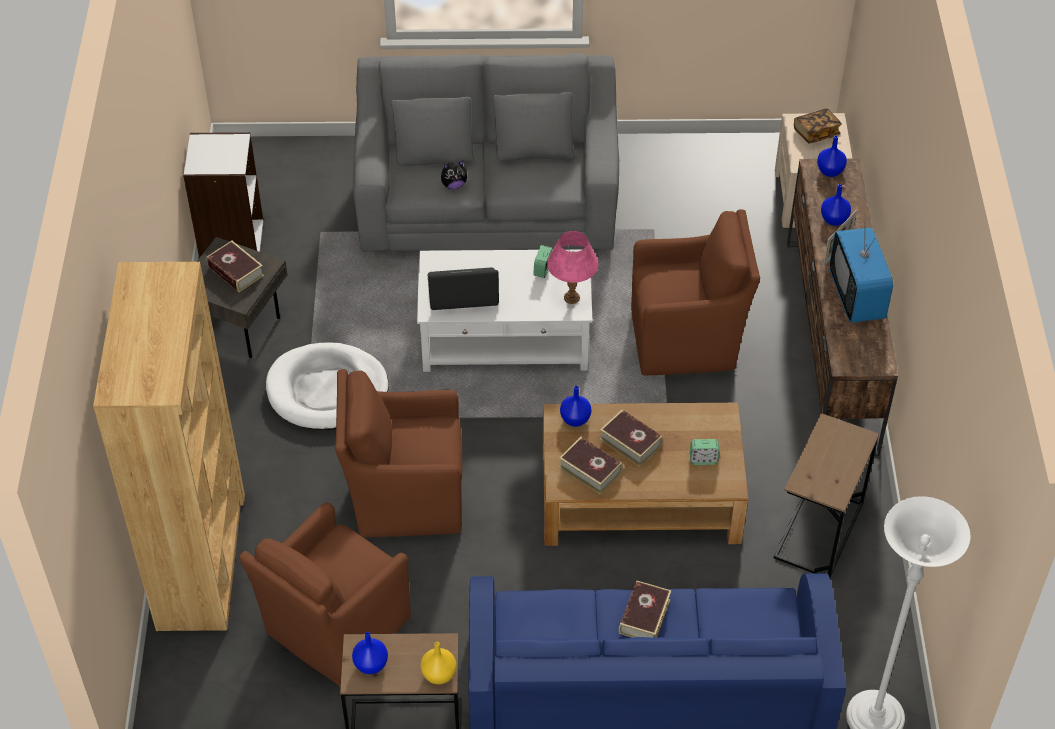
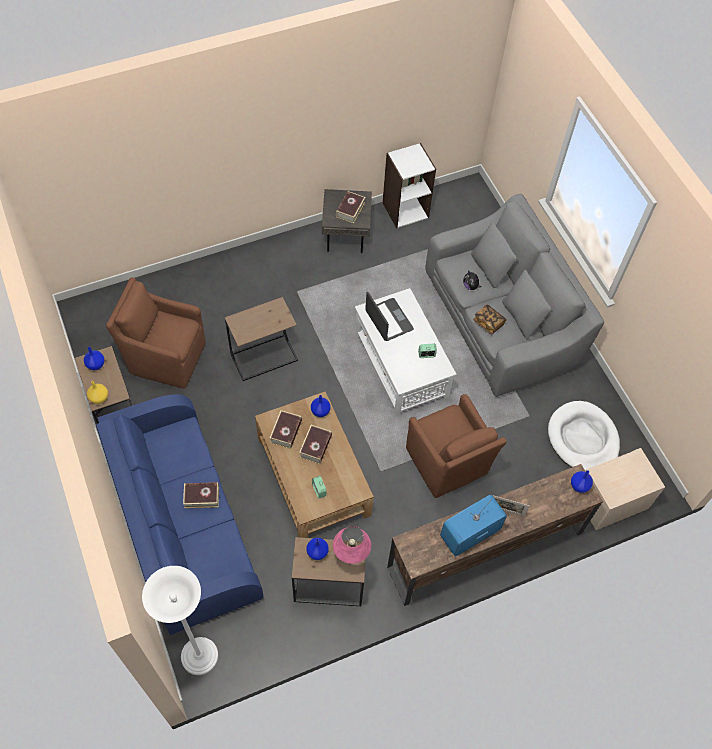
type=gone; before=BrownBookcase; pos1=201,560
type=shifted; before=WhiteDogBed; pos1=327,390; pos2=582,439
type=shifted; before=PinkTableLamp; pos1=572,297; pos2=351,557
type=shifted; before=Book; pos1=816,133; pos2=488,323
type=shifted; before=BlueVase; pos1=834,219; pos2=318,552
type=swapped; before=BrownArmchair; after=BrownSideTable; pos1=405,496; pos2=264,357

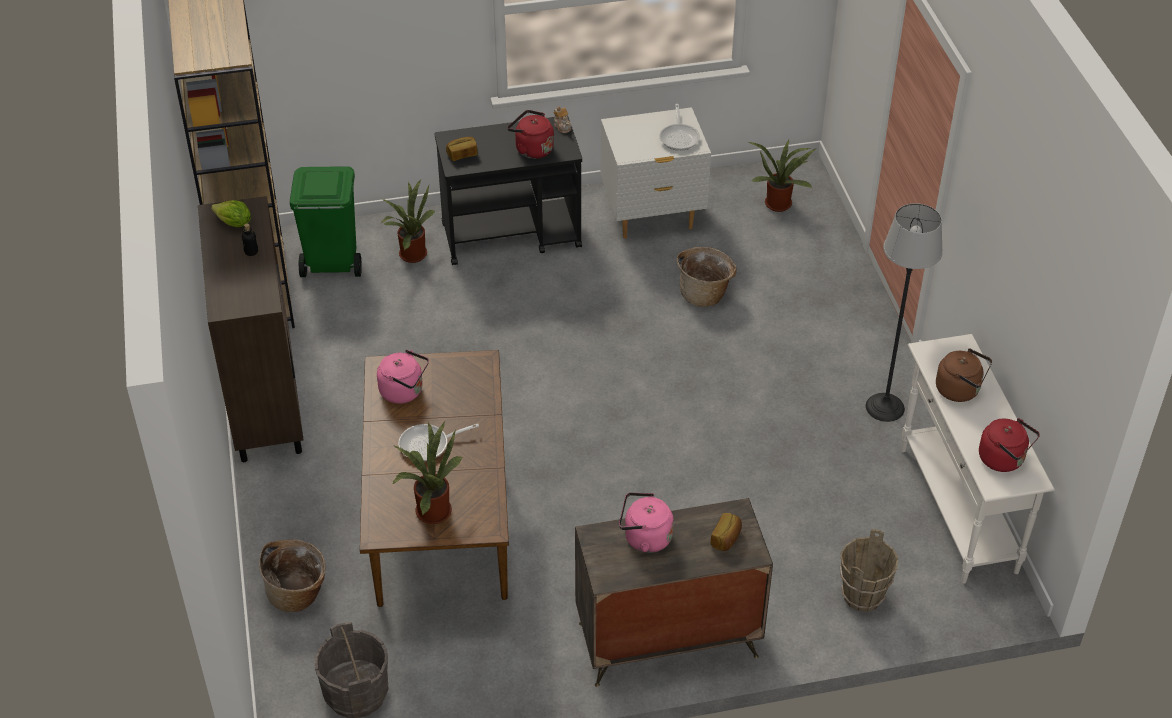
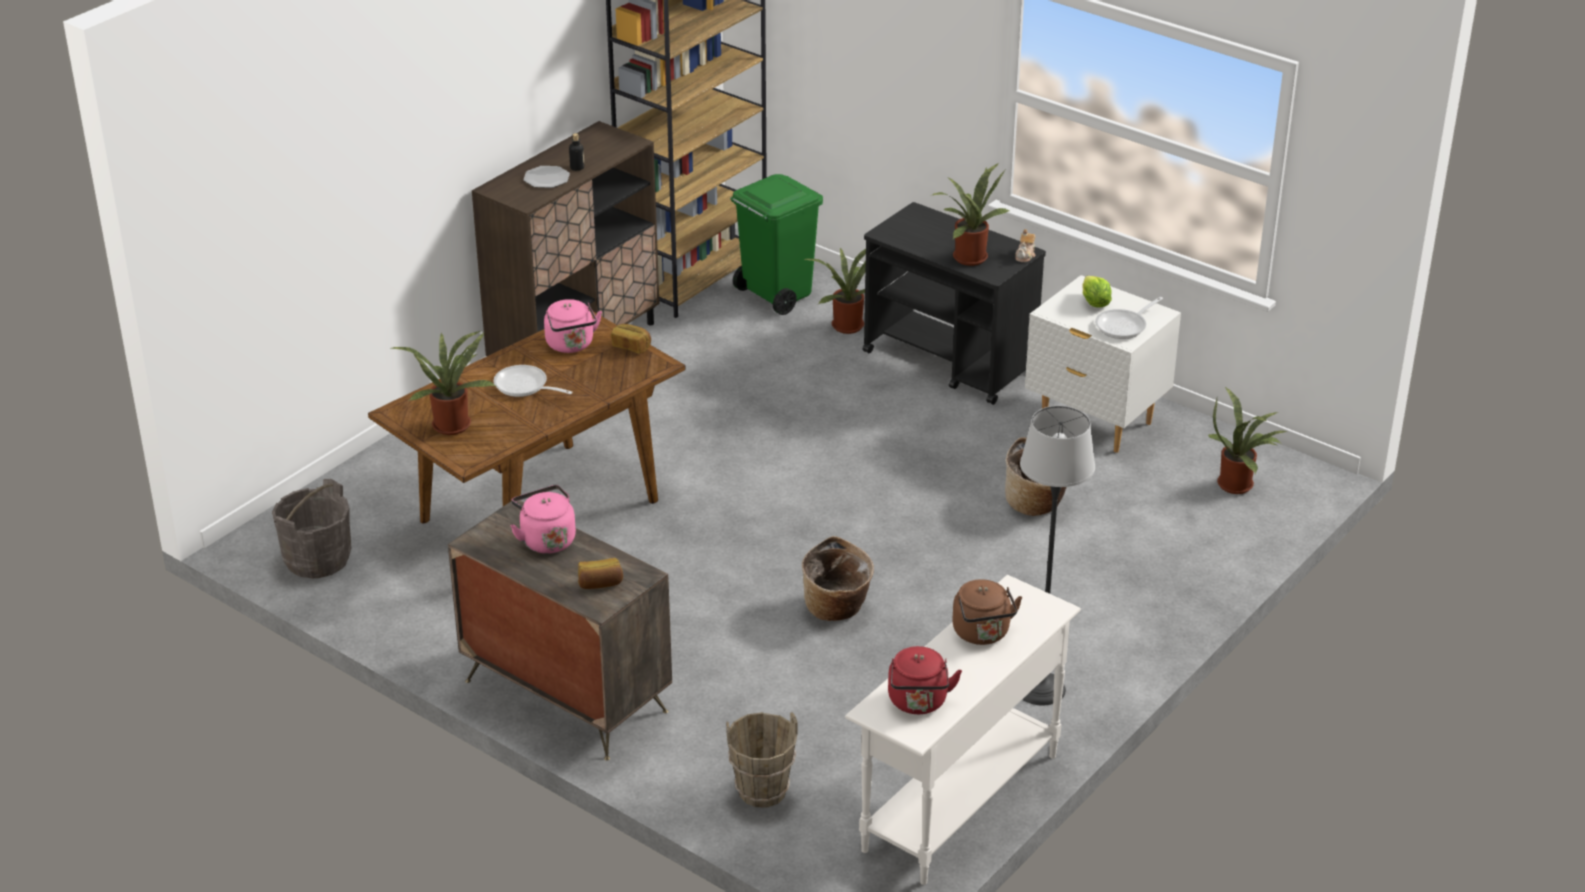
type=new; after=Plate; pos2=546,178
type=shifted; before=Lettuce; pos1=234,223; pos2=1094,303
type=shifted; before=Basket; pos1=298,594; pos2=837,608
type=shifted; before=Bread; pos1=462,154; pos2=631,346
type=swapped; before=RedKettle; after=PottedPlant; pos1=532,149; pos2=968,256

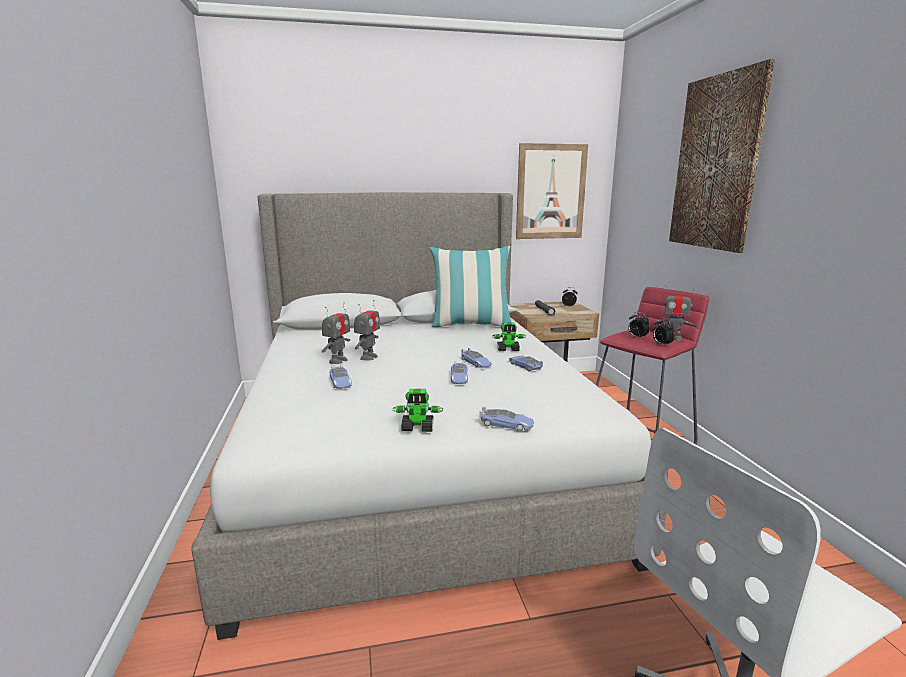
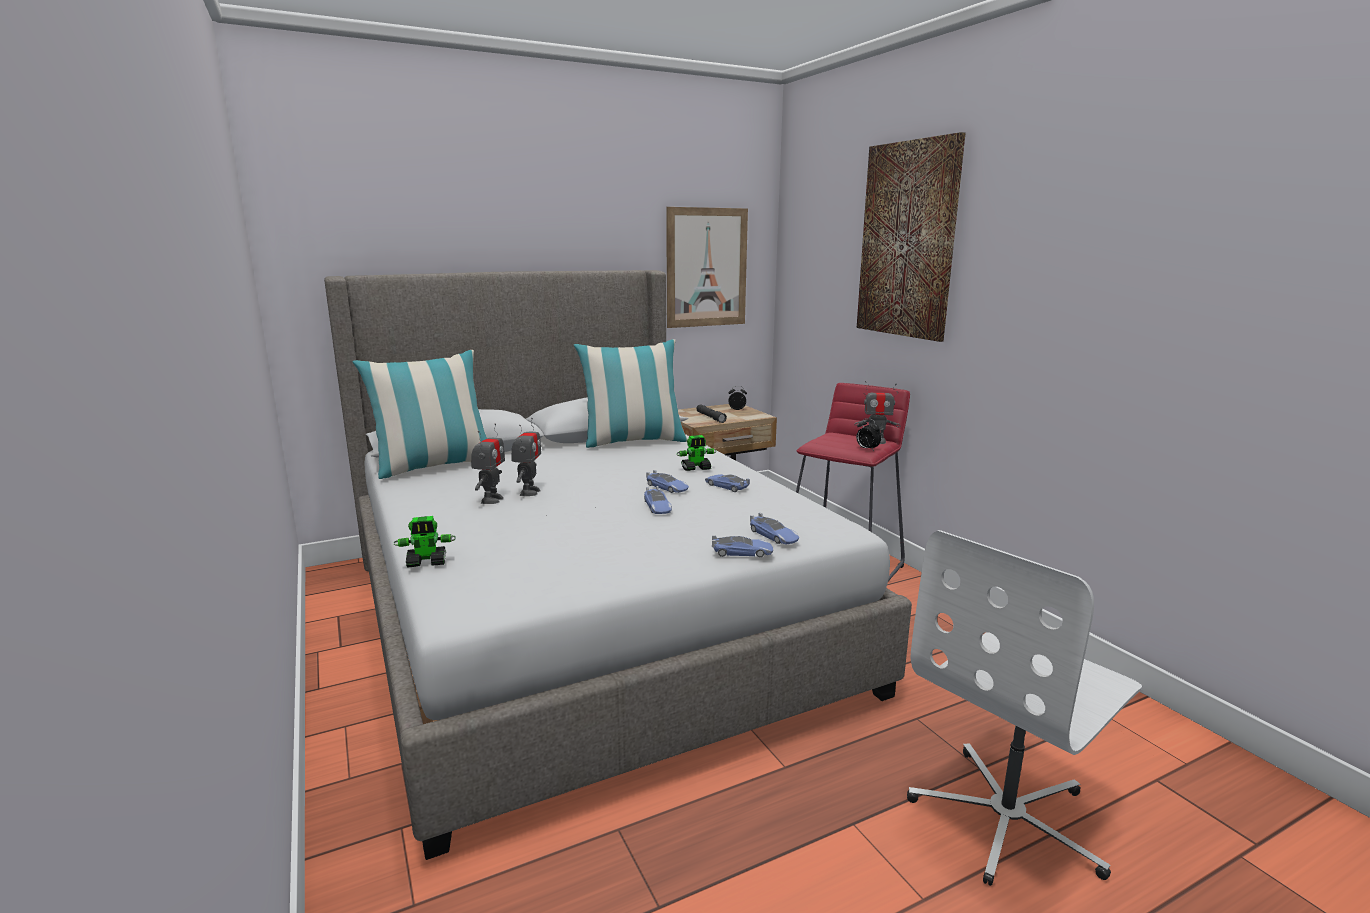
type=gone; before=AlarmClock; pos1=637,337
type=new; after=Pillow; pos2=434,467
type=shifted; before=ToyCar; pos1=340,382; pos2=773,536
type=shifted; before=ToyRobot; pos1=418,428; pos2=427,562

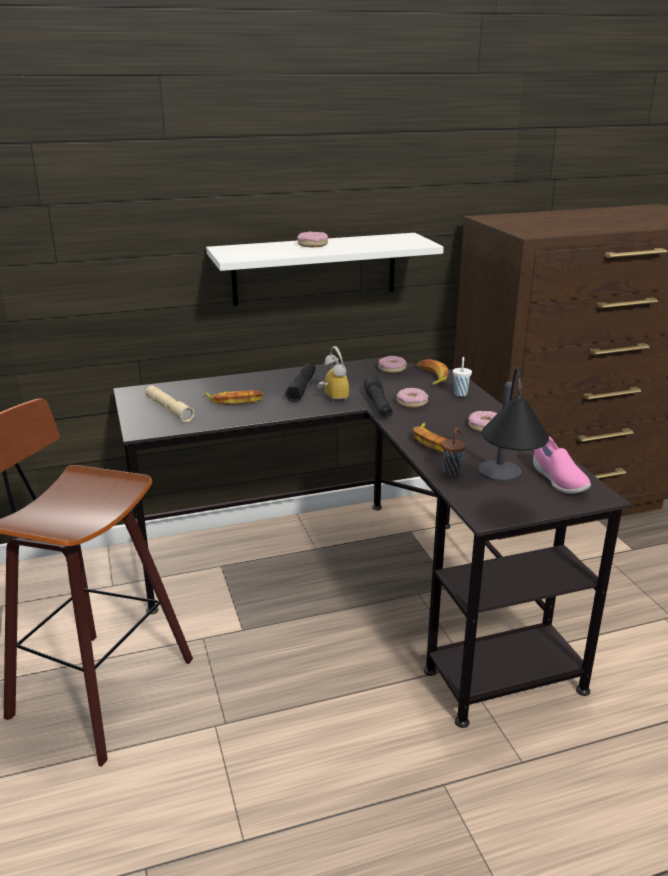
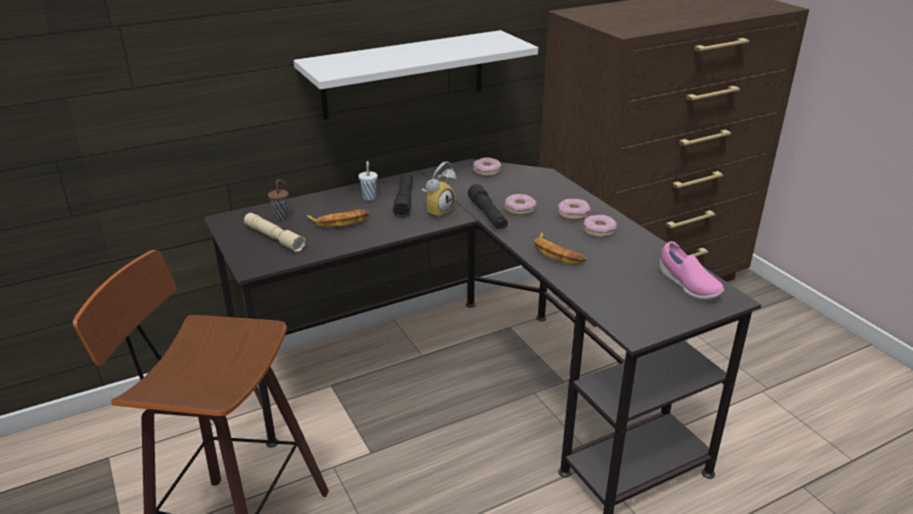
type=gone; before=Banana; pos1=431,376
type=gone; before=TableLamp; pos1=504,493
type=shifted; before=Donut; pos1=312,244; pos2=573,214
type=shifted; before=BrownCup; pos1=452,471; pos2=281,217
type=shifted; before=WhiteCup; pos1=460,394; pos2=369,197
type=rotated; before=AlarmClock; pos1=331,398; pos2=438,210; turn=75

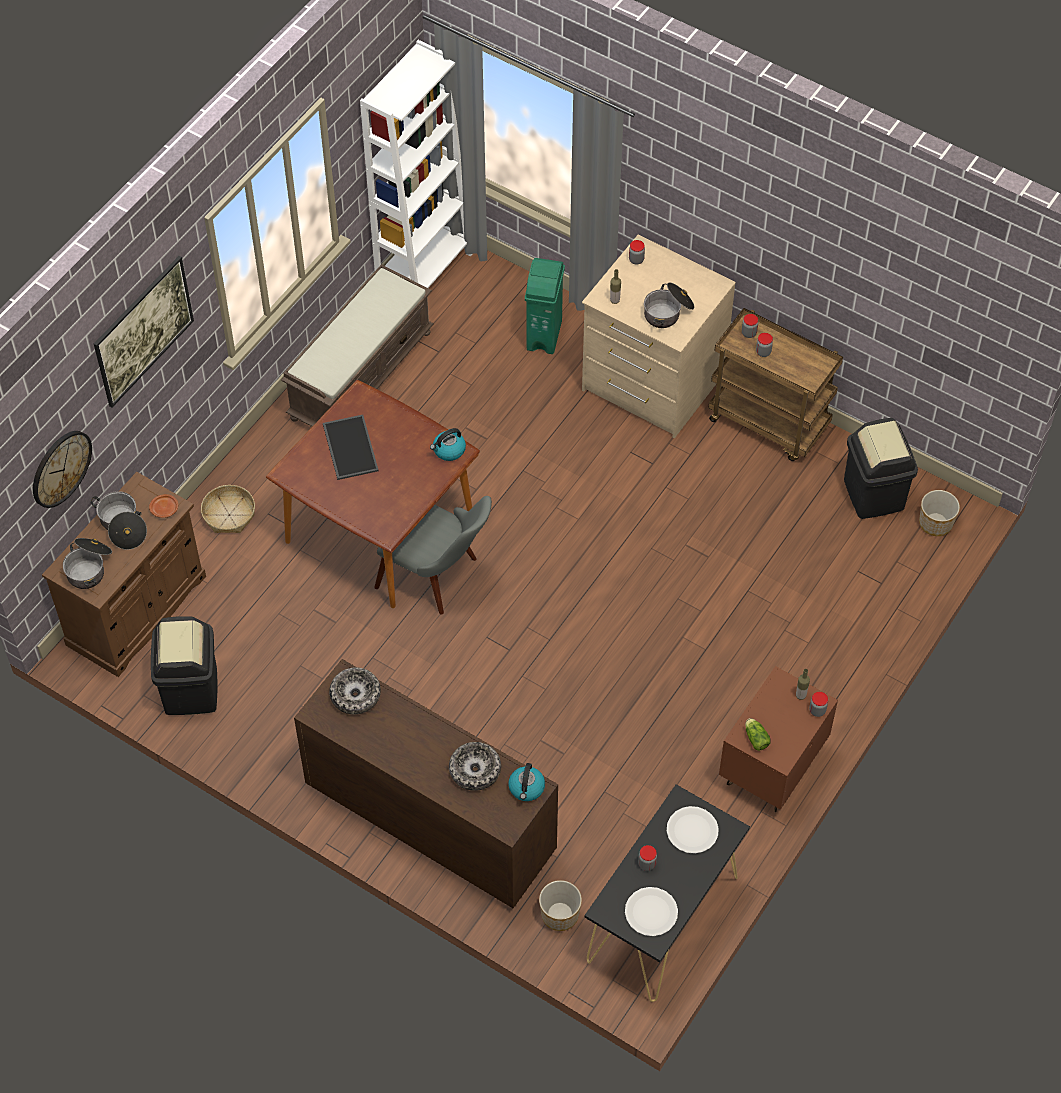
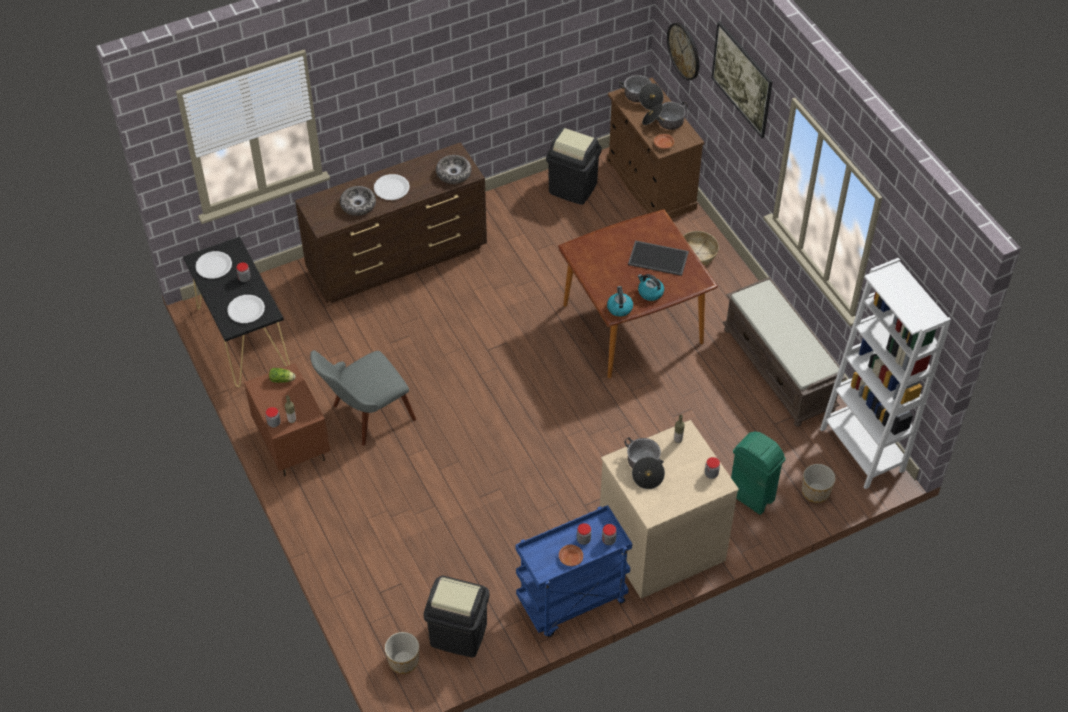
type=new; after=WhitePlate; pos2=391,188
type=new; after=BrownPlate; pos2=570,557
type=shifted; before=GreyChair; pos1=438,576; pos2=365,417
type=shifted; before=Kettle; pos1=526,788; pos2=650,292
type=shifted; before=Planter; pos1=559,914; pos2=816,492
type=repainted; before=BrownCart; after=BlueCart; pos1=769,423; pos2=572,602

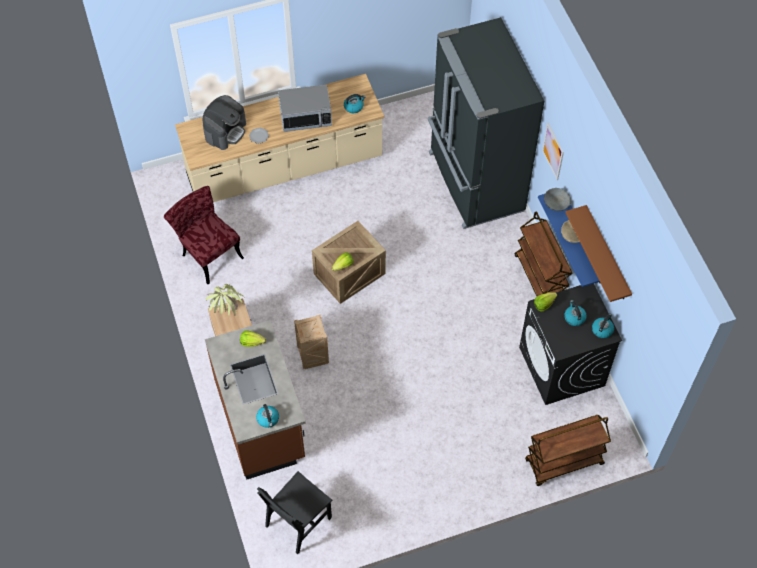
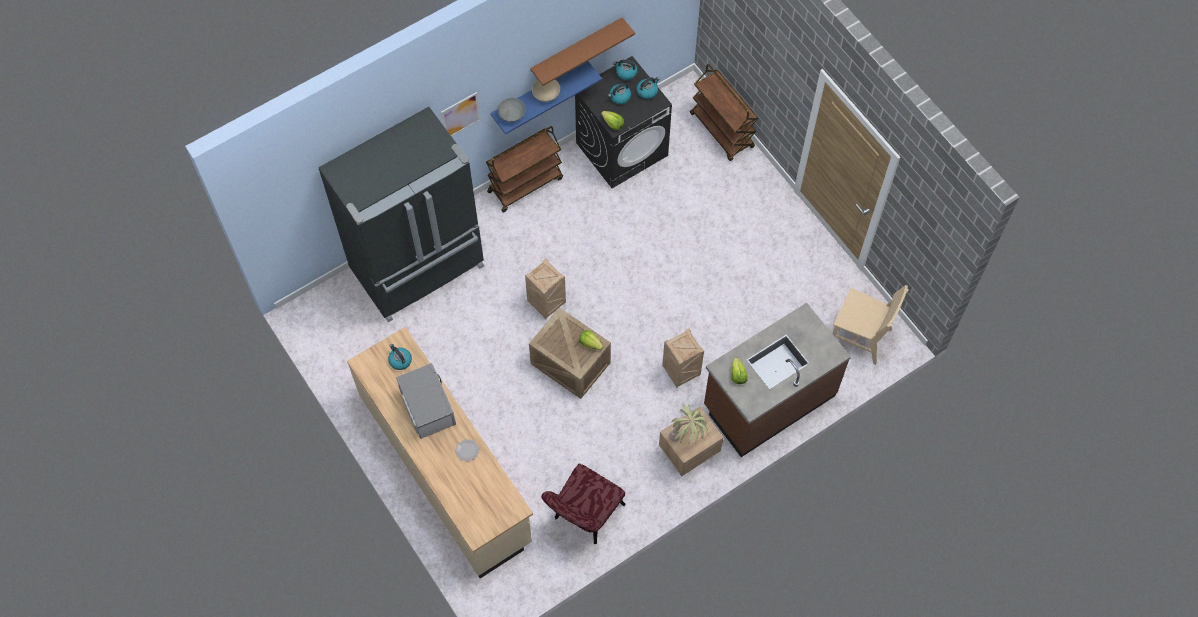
type=gone; before=CoffeeMachine; pos1=225,131
type=new; after=Crate; pos2=546,303
type=shifted; before=Kettle; pos1=268,419; pos2=647,91
type=repainted; before=BlackChair; after=BeigeChair; pos1=298,522; pos2=860,337

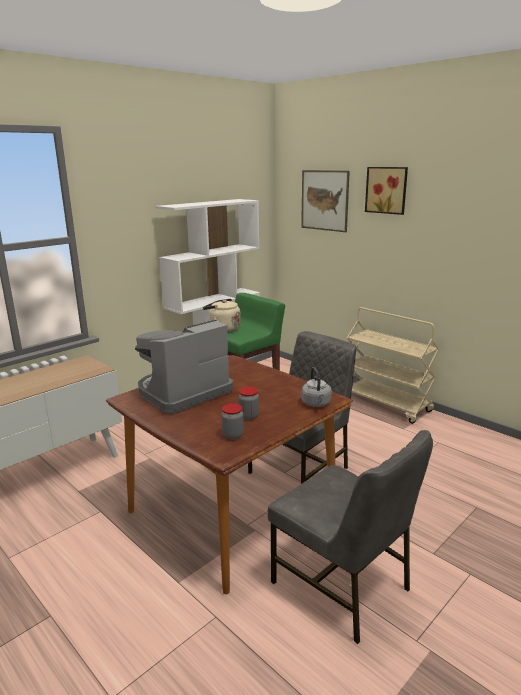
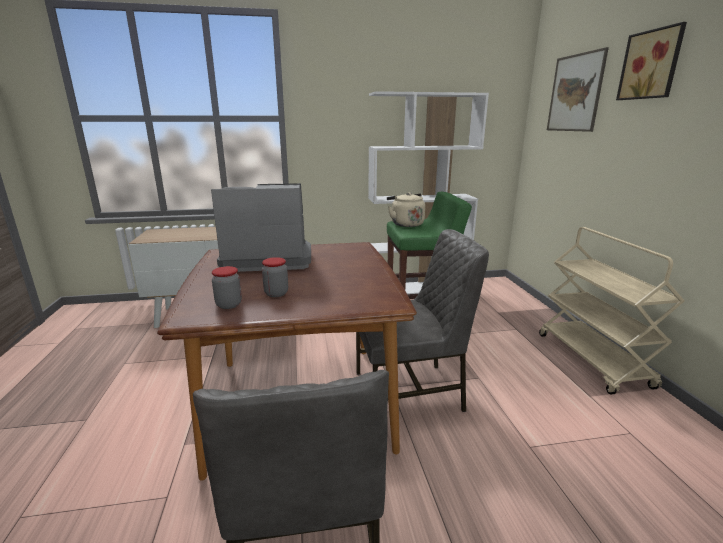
type=gone; before=GreyKettle; pos1=316,404

